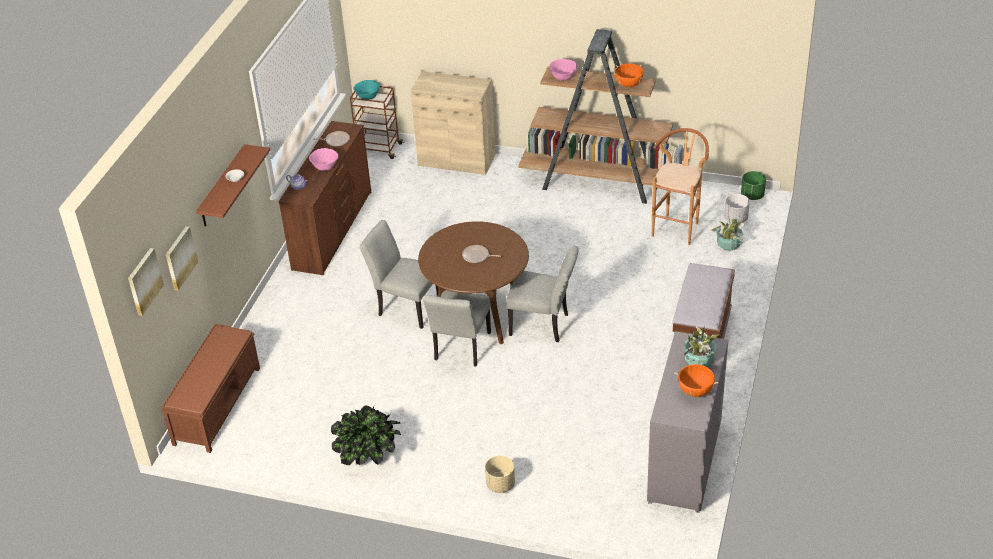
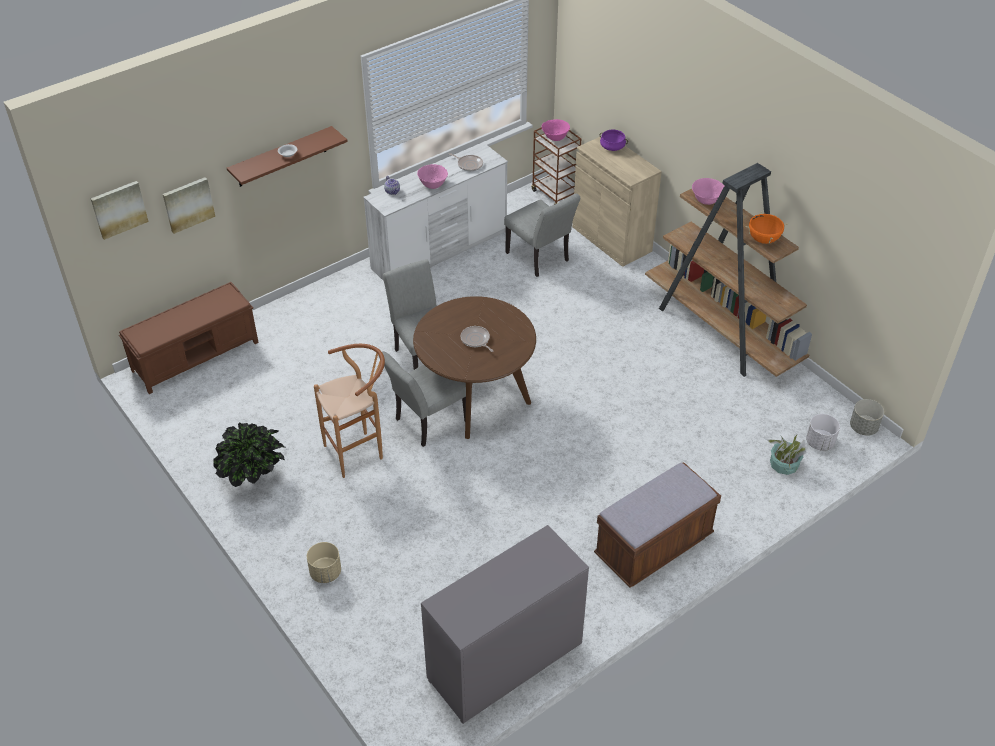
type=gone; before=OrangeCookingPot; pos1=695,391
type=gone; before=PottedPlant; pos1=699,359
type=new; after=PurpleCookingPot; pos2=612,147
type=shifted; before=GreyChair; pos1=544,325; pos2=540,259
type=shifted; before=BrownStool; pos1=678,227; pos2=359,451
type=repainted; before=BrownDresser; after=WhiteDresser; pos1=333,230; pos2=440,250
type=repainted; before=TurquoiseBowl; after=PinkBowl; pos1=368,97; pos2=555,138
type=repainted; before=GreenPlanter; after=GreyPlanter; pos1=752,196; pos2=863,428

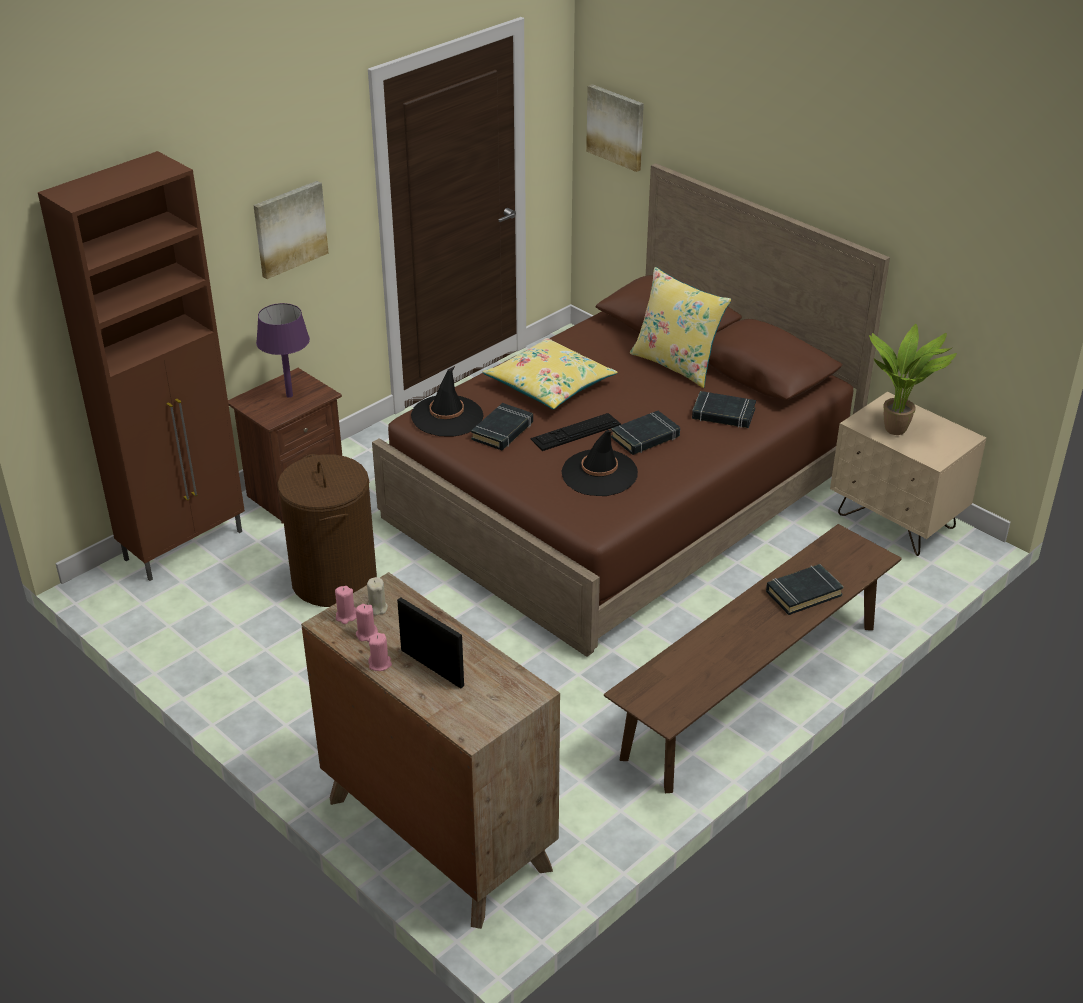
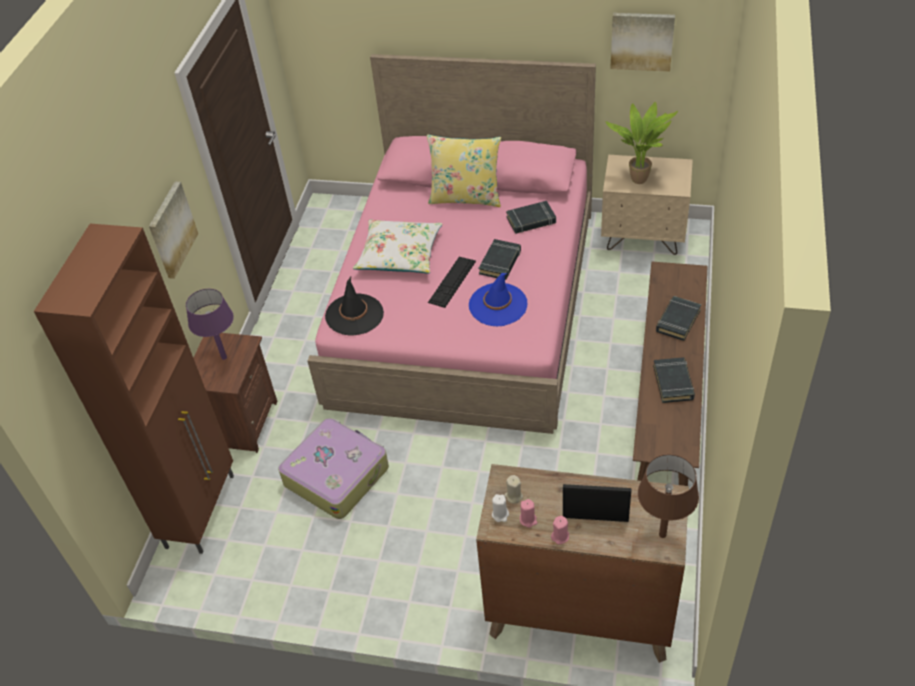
type=new; after=BrownTableLamp; pos2=662,535
type=shifted; before=BlackBook; pos1=503,431; pos2=673,382
type=shifted; before=Picture; pos1=616,127; pos2=642,41
type=swapped; before=BrownLaundryBasket; after=Suitcase; pos1=333,580; pos2=336,475
type=repainted; before=PinkCandle; after=WhiteCandle; pos1=346,616; pos2=500,514
type=repainted; before=BrownBed; after=PinkBed; pos1=622,494; pos2=466,304
type=repainted; before=YellowPillow; after=WhitePillow; pos1=550,385; pos2=399,254
type=repainted; before=BlackHat; after=BlueHat; pos1=599,473; pos2=498,305

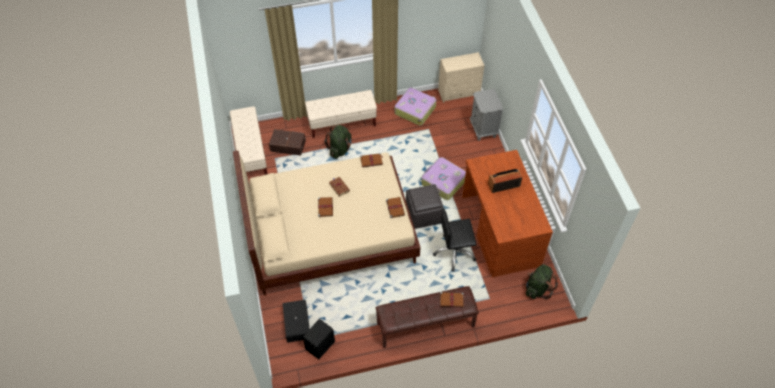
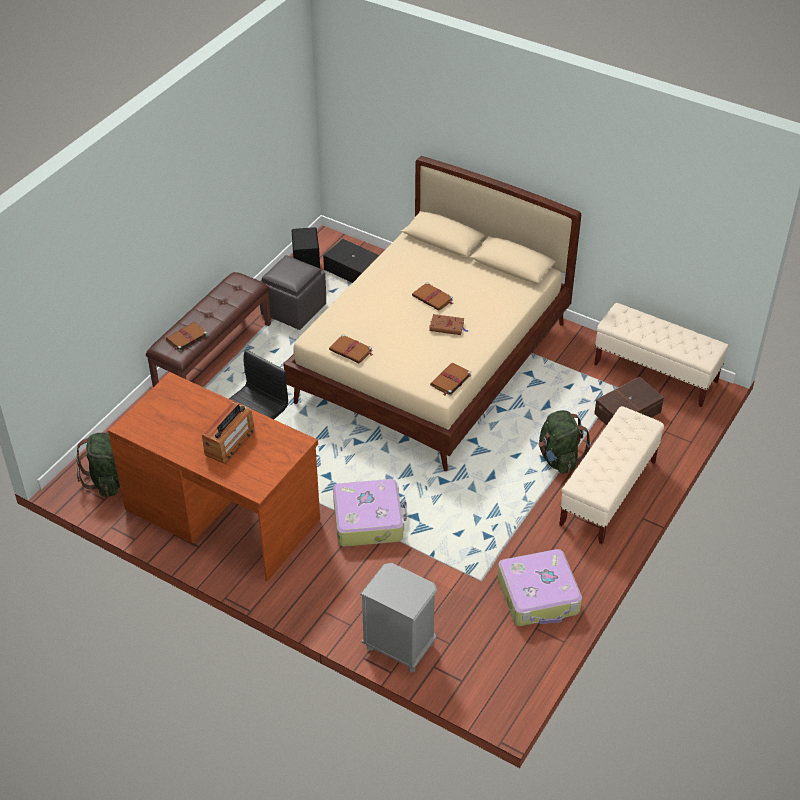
type=gone; before=BeigeDresser; pos1=459,92
type=shifted; before=GreyOttoman; pos1=423,214; pos2=294,309

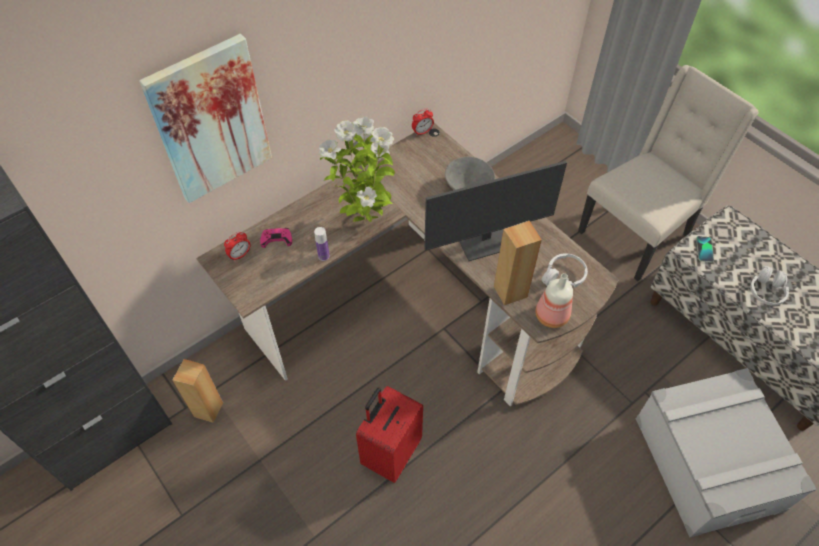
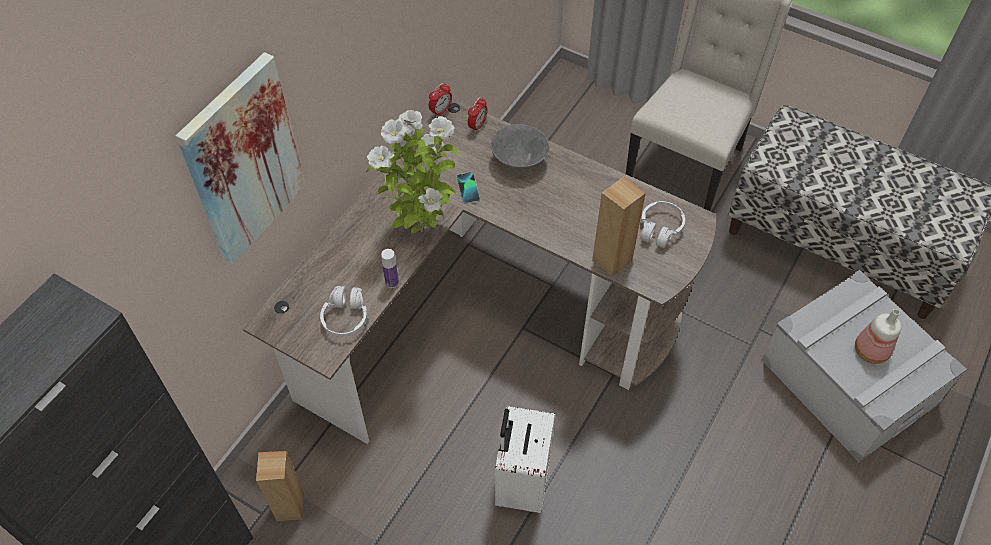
type=gone; before=PinkGameController; pos1=276,239
type=gone; before=Monitor; pos1=484,241
type=shifted; before=AlarmClock; pos1=240,255; pos2=477,125
type=shifted; before=Bottle; pos1=550,315; pos2=869,351
type=shifted; before=Phone; pos1=704,249; pos2=468,188
type=shifted; before=WhiteHeadphones; pos1=766,291; pos2=346,317
type=repainted; before=RedSuitcase; after=WhiteSuitcase; pos1=390,453; pos2=520,483

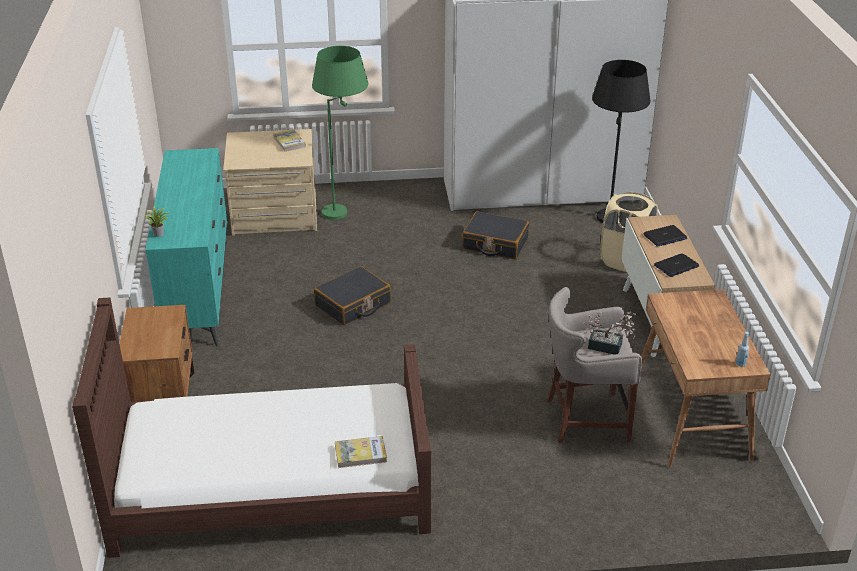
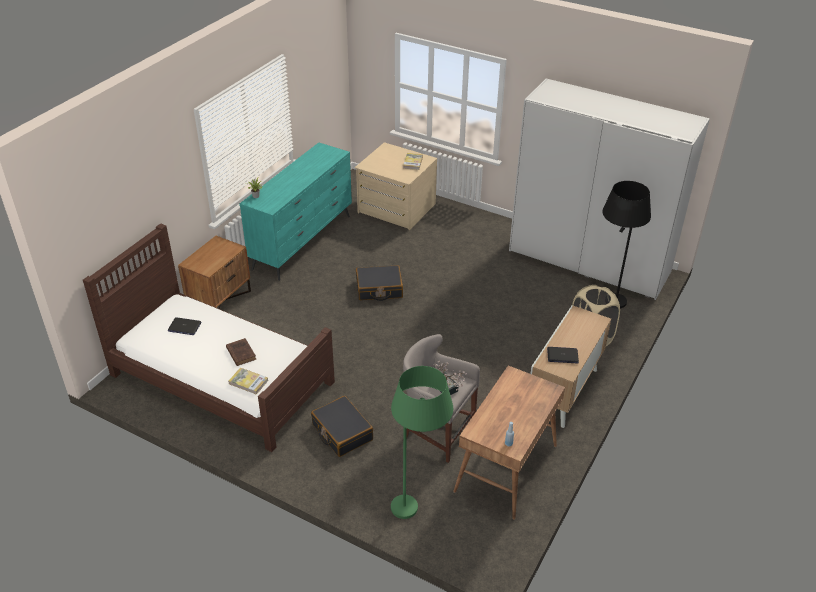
type=new; after=BrownBook; pos2=240,353
type=shifted; before=GreenFloorLamp; pos1=346,208; pos2=419,506
type=shifted; before=BlackSuitcase; pos1=495,244; pos2=342,432
type=shifted; before=Laptop; pos1=665,237; pos2=184,327

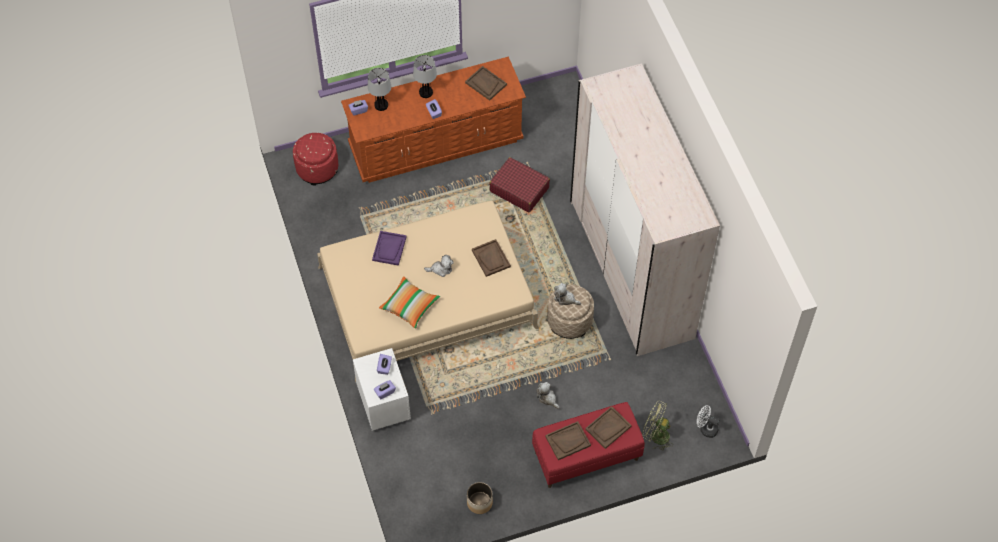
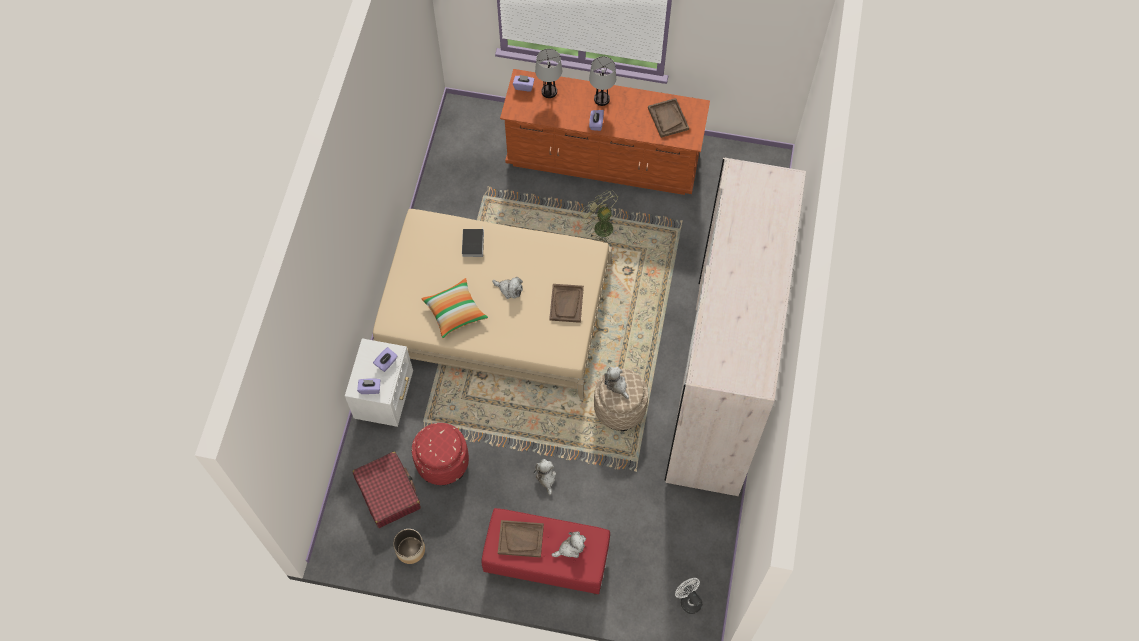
type=shifted; before=RedOttoman; pos1=317,168; pos2=442,462
type=shifted; before=RedSuitcase; pos1=519,189; pos2=388,492
type=shifted; before=GreenFan; pos1=656,435; pos2=600,226
type=swapped; before=PurpleTray; after=Book; pos1=389,249; pos2=472,243
type=swapped; before=BrownTray; after=PlushToy; pos1=608,428; pos2=570,548

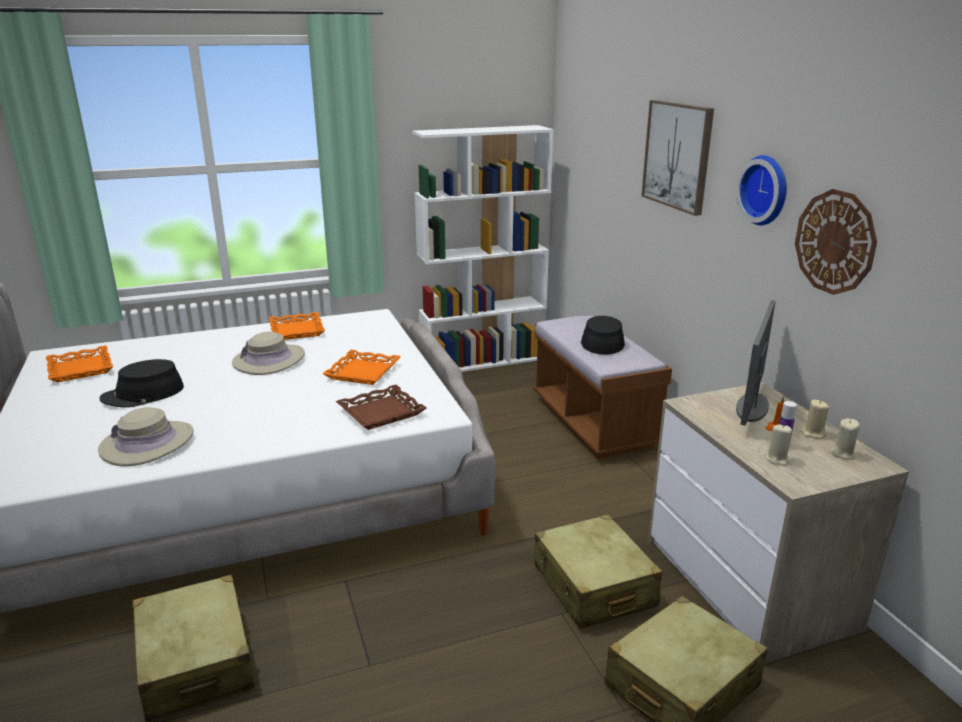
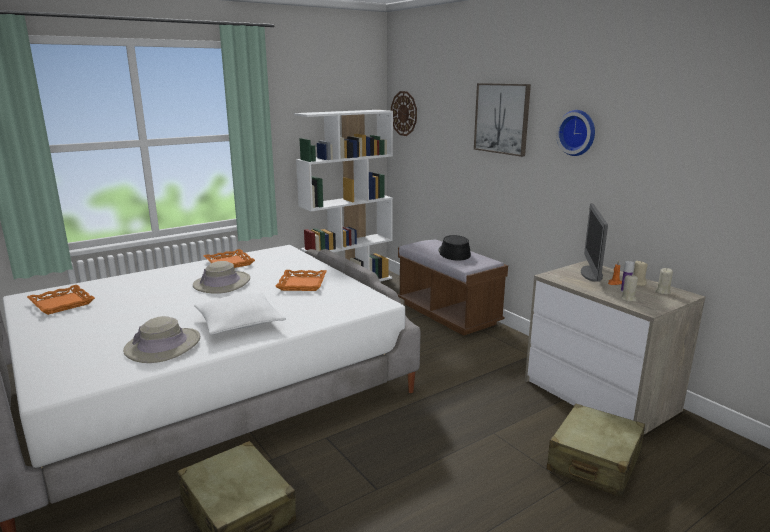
type=gone; before=BlackHat; pos1=143,394
type=gone; before=BrownTray; pos1=381,413
type=gone; before=BeigeSuitcase; pos1=594,586
type=new; after=WhitePillow; pos2=239,323
type=shifted; before=WallClock; pos1=835,242; pos2=404,113

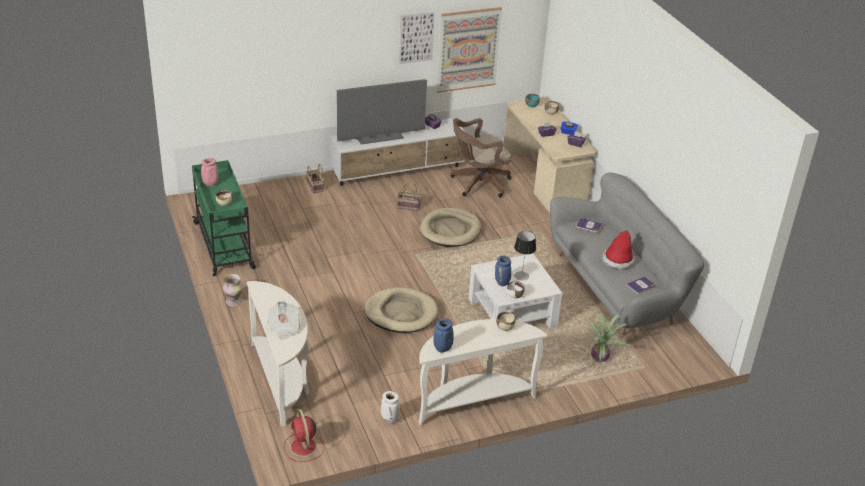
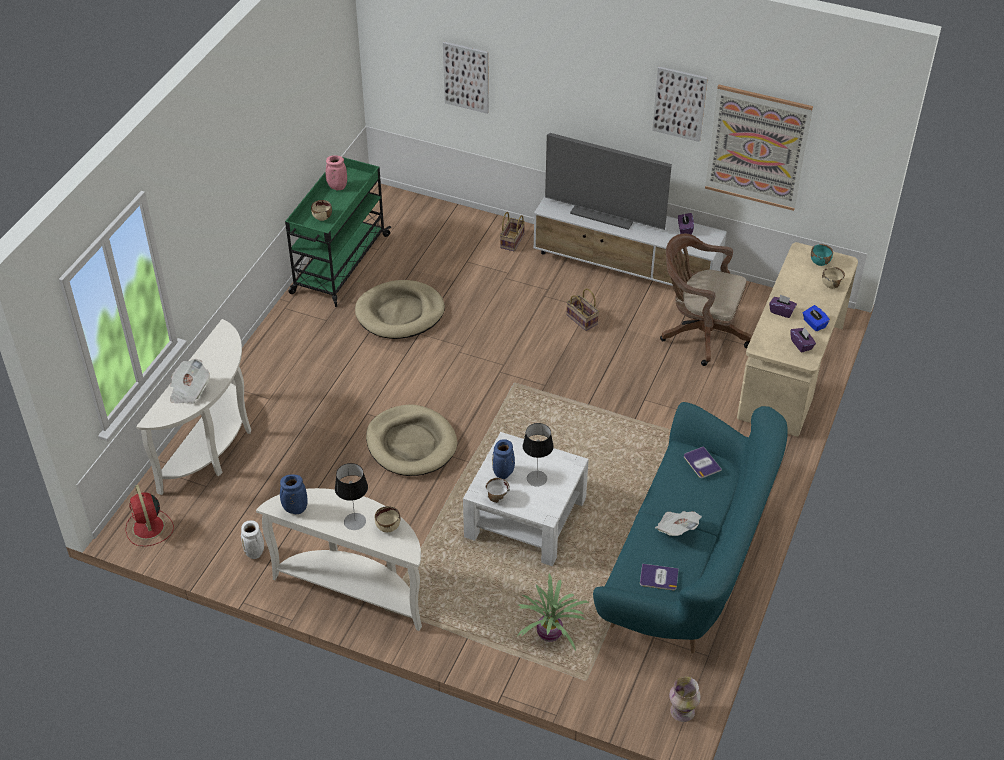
type=new; after=TableLamp; pos2=355,521
type=new; after=Picture; pos2=466,77
type=shifted; before=Vase; pos1=234,301; pos2=682,712
type=shifted; before=BeigeDogBed; pos1=450,230; pos2=400,313
type=swapped; before=Hat; after=Newspaper; pos1=618,261; pos2=676,529
type=repainted; before=GreySofa; after=TurquoiseSofa; pos1=617,288; pos2=689,564
type=rotated; before=RedFan; pos1=303,447; pos2=149,528; turn=-45

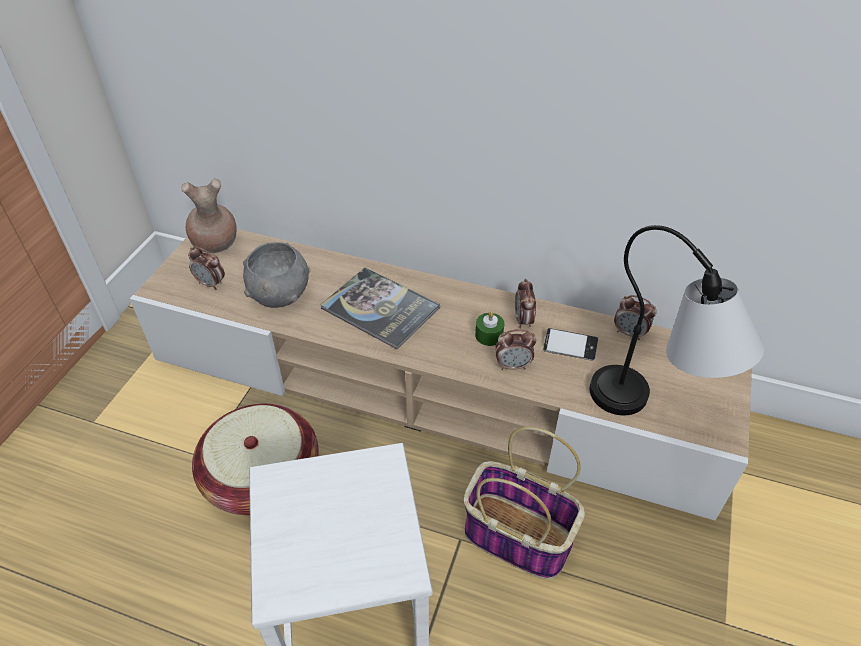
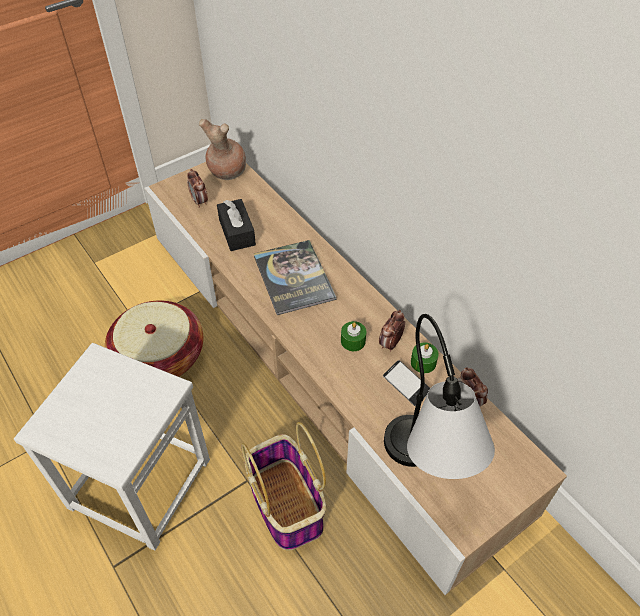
type=gone; before=AlarmClock; pos1=513,365
type=new; after=GreenCandle; pos2=423,362
type=swapped; before=GreyBowl; after=BlackTissueBox; pos1=281,294; pos2=237,232

